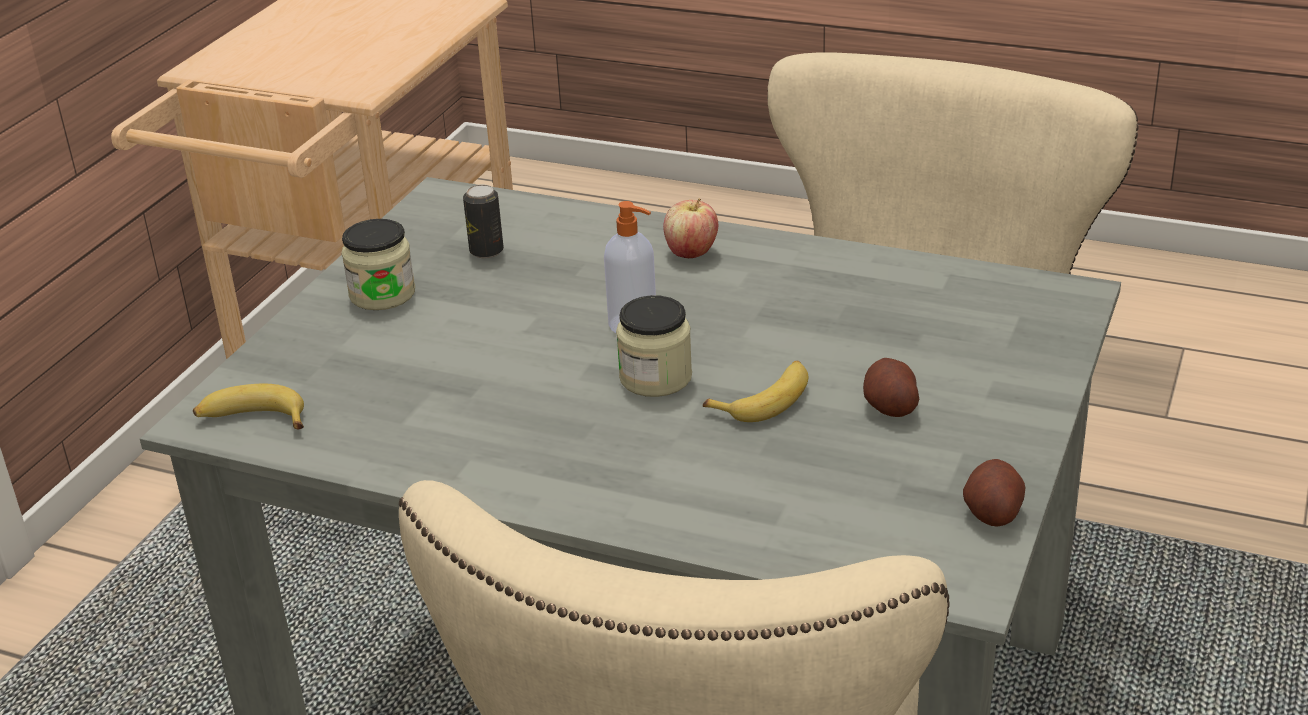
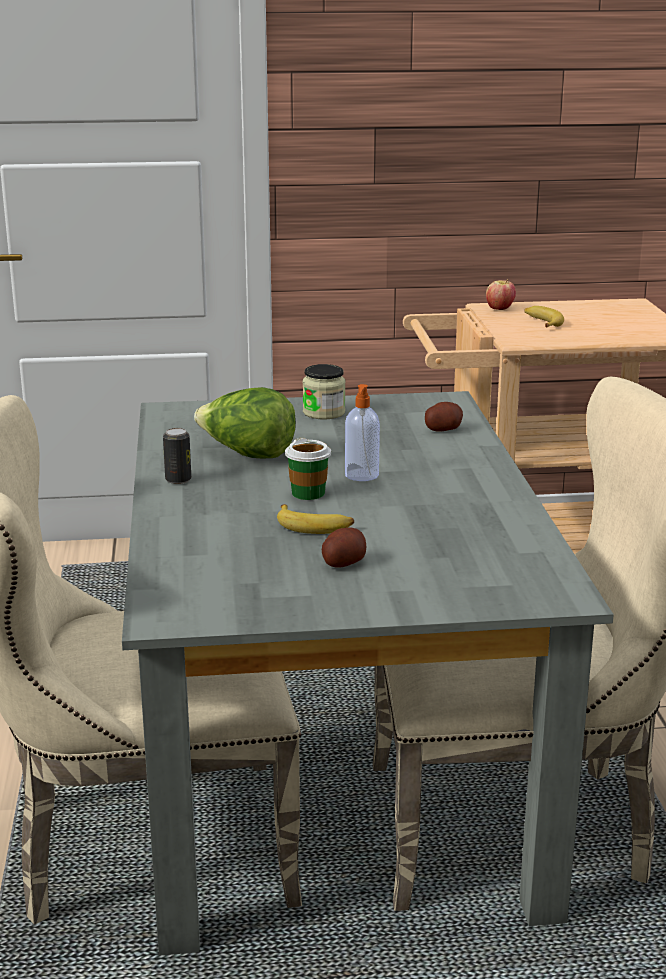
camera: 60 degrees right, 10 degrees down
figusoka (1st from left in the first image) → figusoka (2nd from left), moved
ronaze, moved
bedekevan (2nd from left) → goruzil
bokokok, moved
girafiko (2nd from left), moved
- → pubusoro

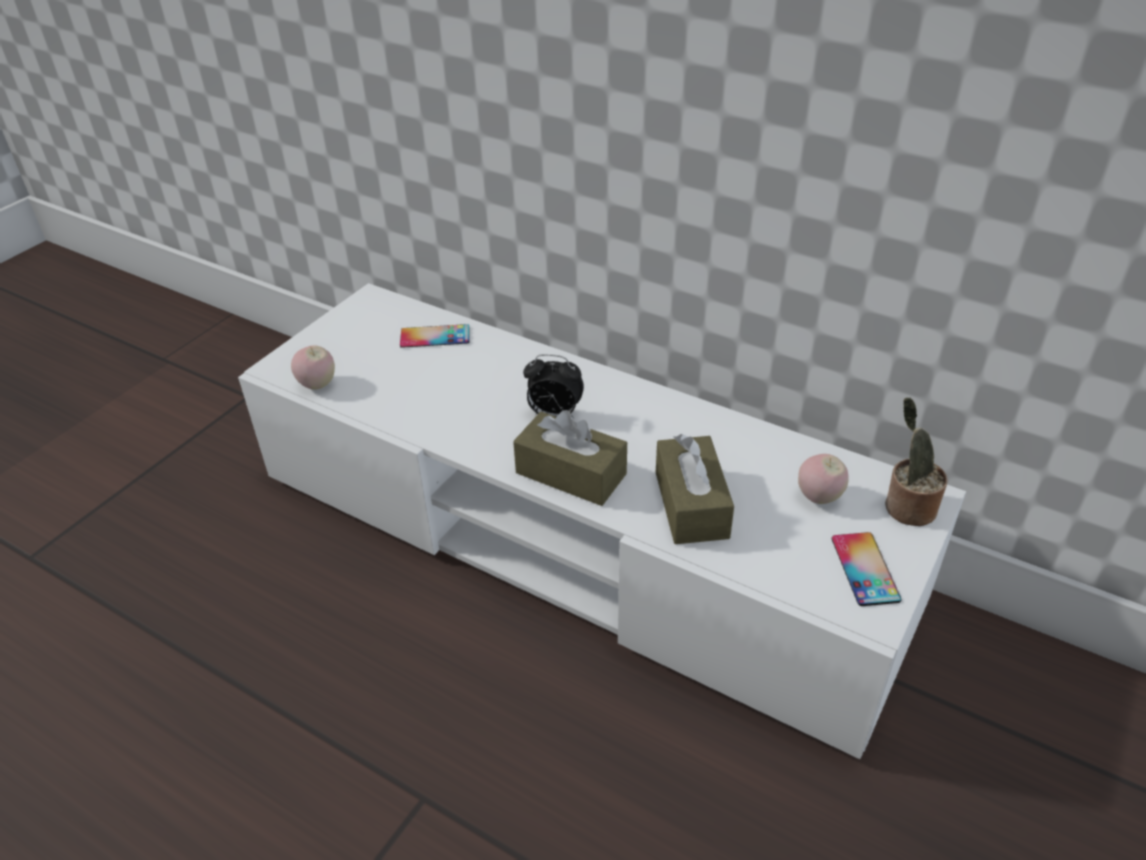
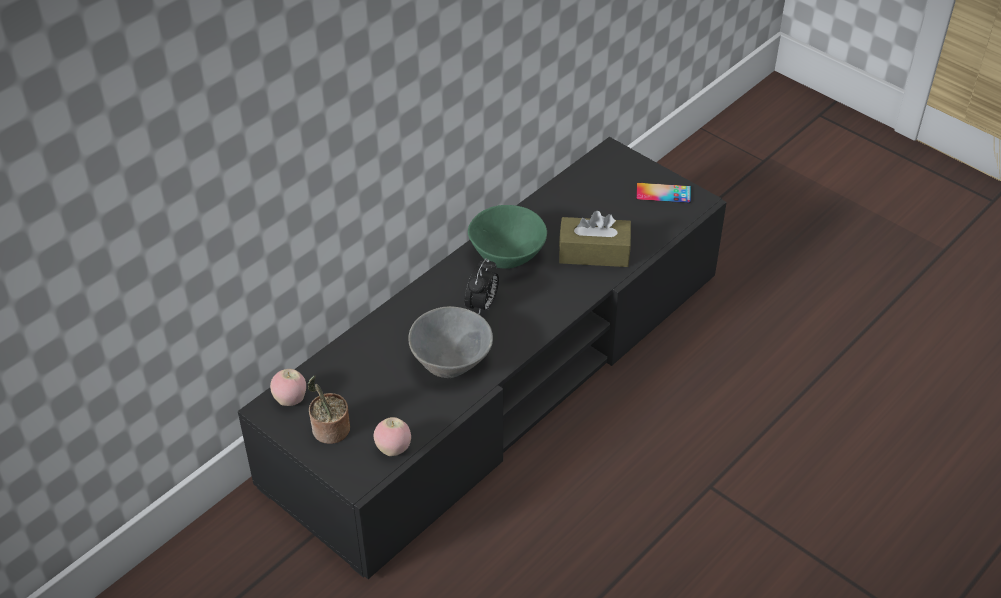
camera: 80 degrees left, 5 degrees up
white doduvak → black doduvak
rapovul (1st from left) → -
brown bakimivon (1st from left) → -
bokokok (2nd from left in the first image) → bokokok (1st from left), moved
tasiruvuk, moved
- → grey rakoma
- → green rakoma

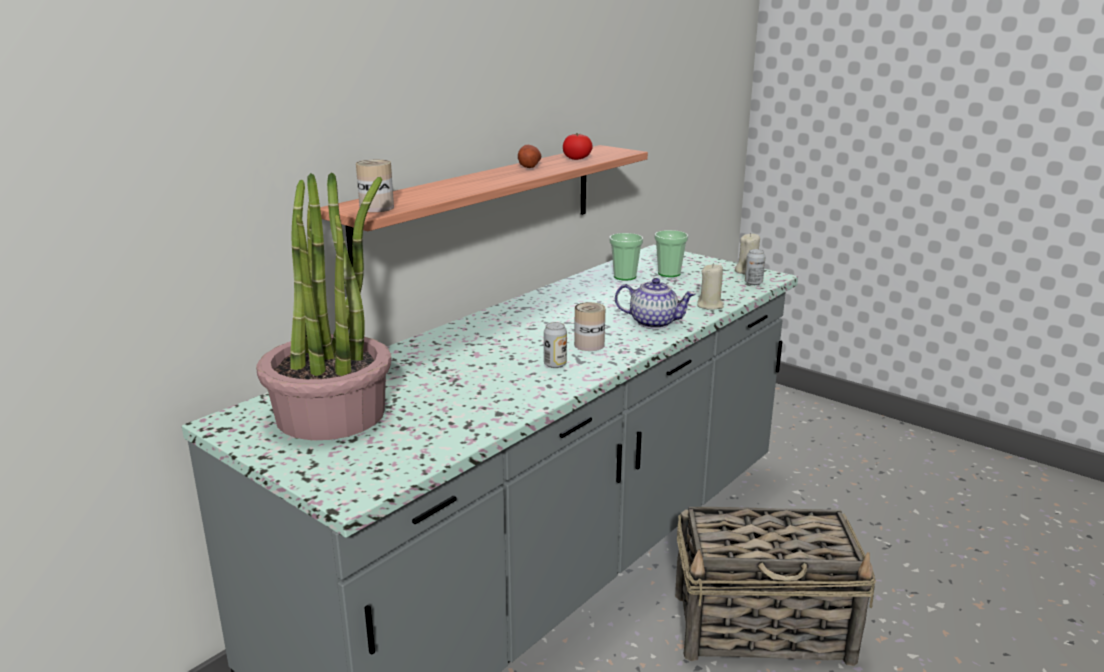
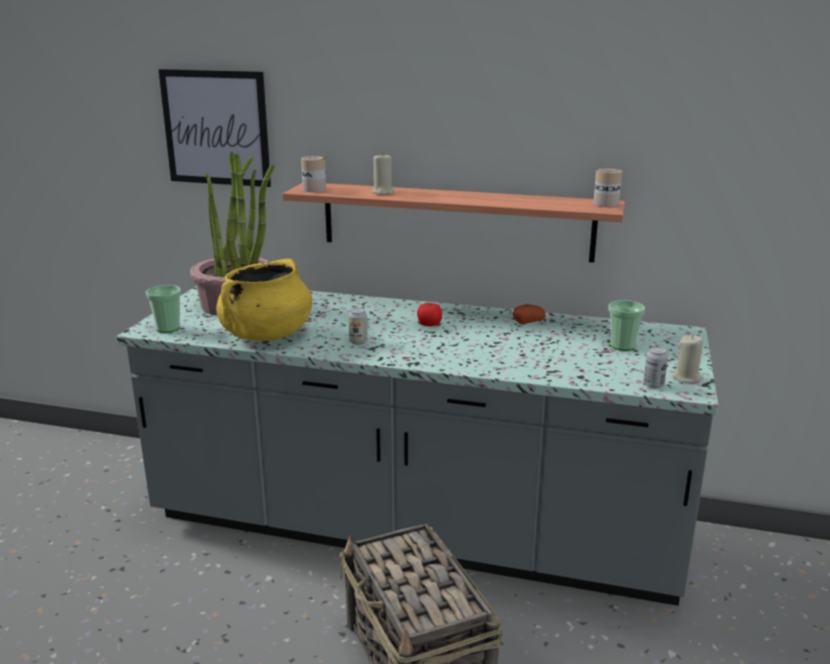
camera: 65 degrees right, 0 degrees up
girafiko, moved
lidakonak, moved
ronaze (3rd from left), moved
goruzil (1st from left), moved
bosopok → -
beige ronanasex (1st from left), moved
- → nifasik
- → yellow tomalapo

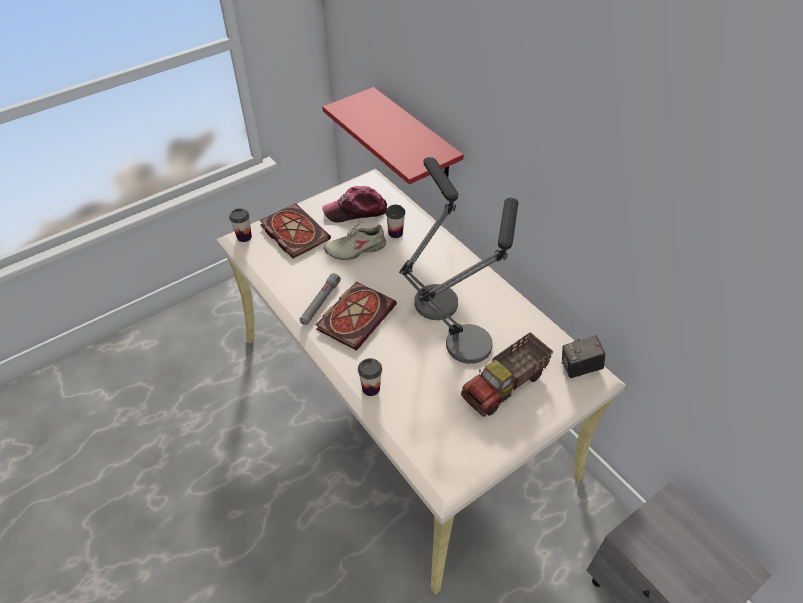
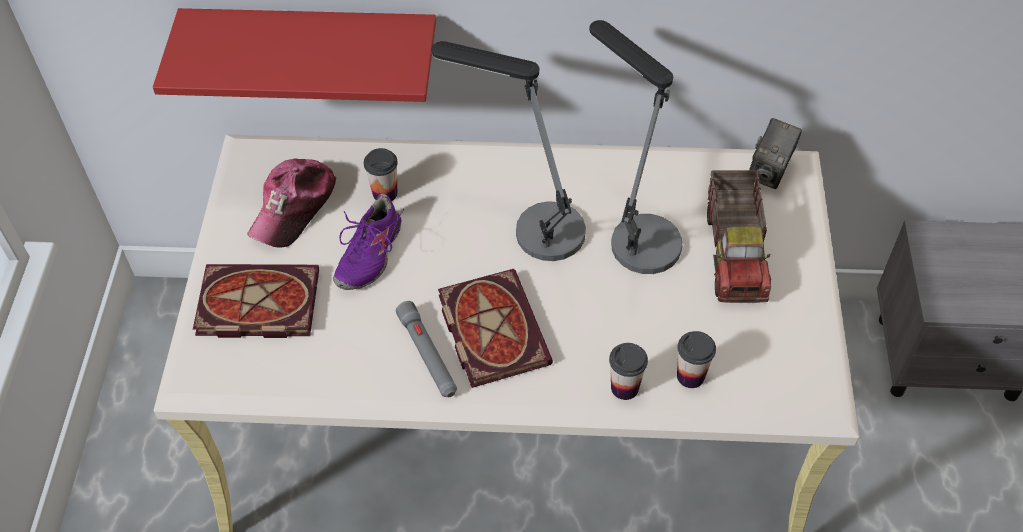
camera: 50 degrees left, 5 degrees up
goruzil (1st from left in the first image) → goruzil (3rd from left), moved
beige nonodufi → purple nonodufi

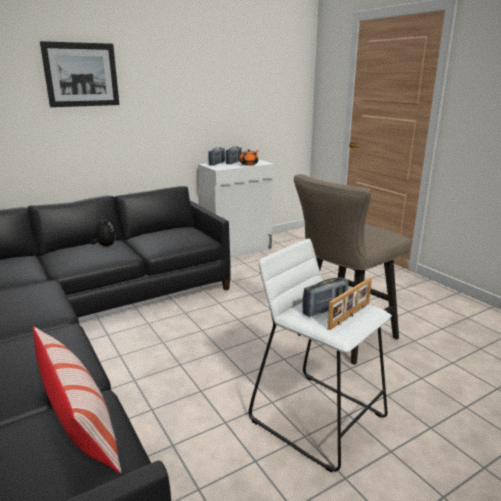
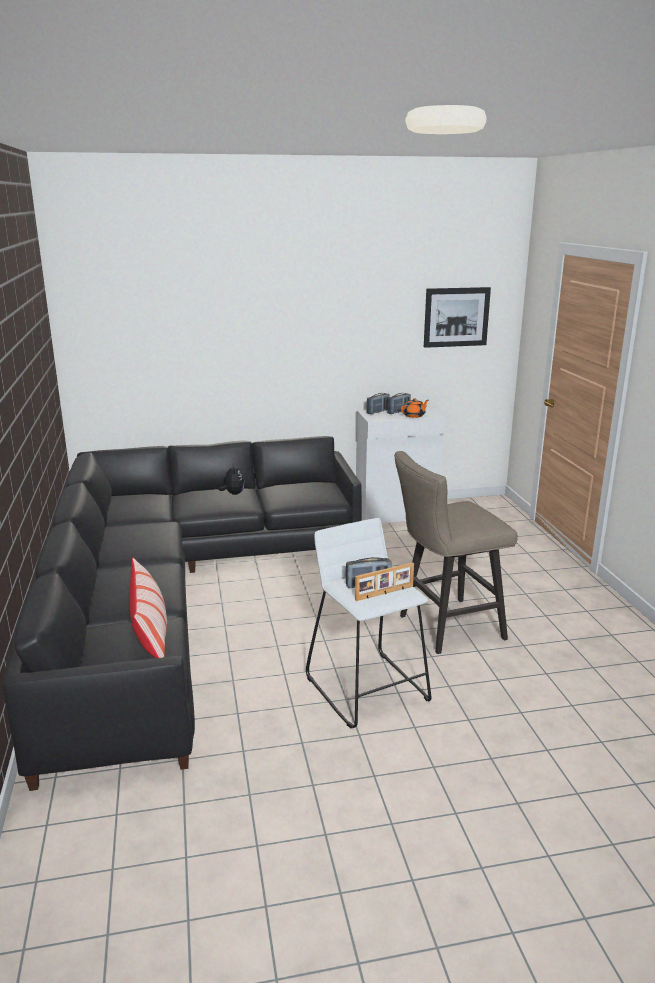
camera: 20 degrees right, 0 degrees up
nifasik, moved

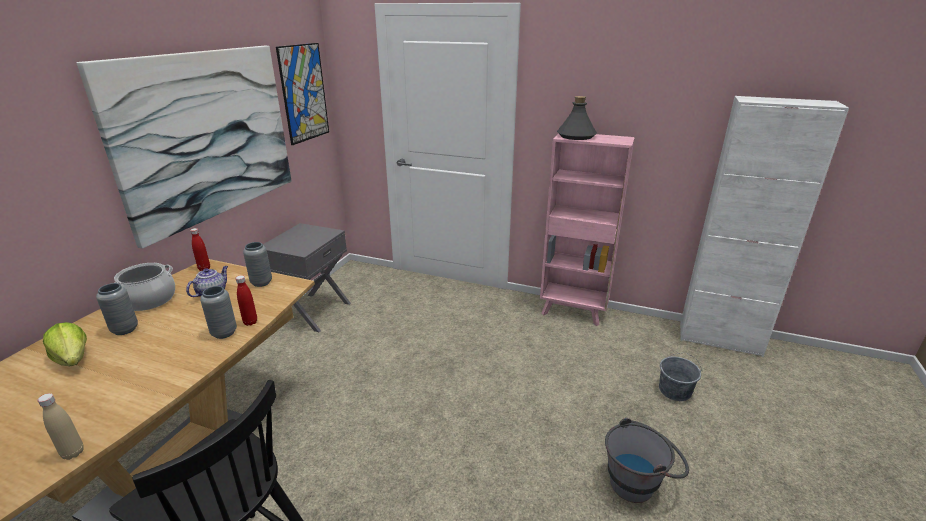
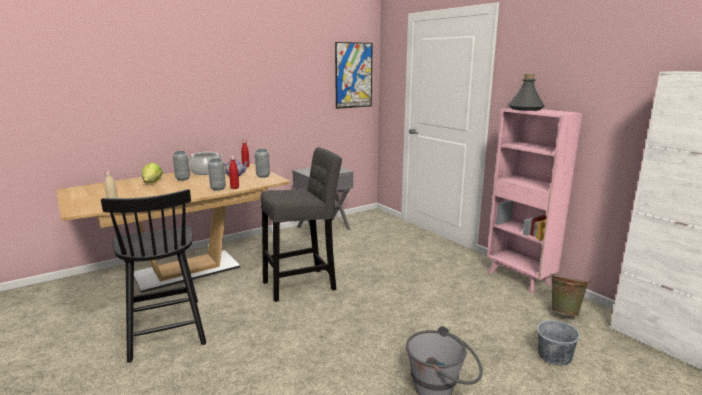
camera: 35 degrees right, 10 degrees down
nifasik (1st from left) → -
- → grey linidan
- → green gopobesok

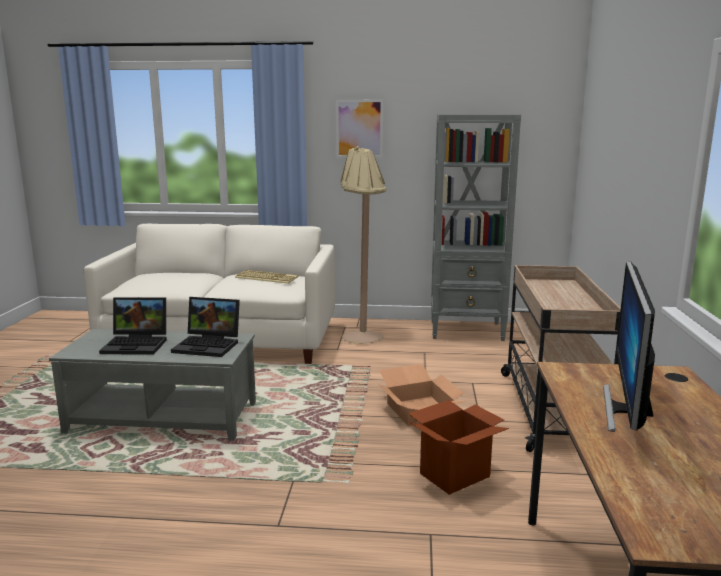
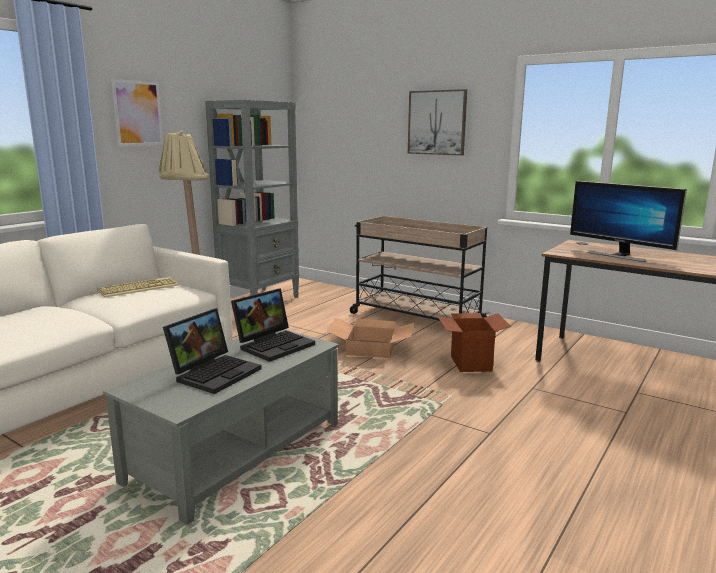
camera: 60 degrees left, 0 degrees up
- → nifasik (2nd from left)

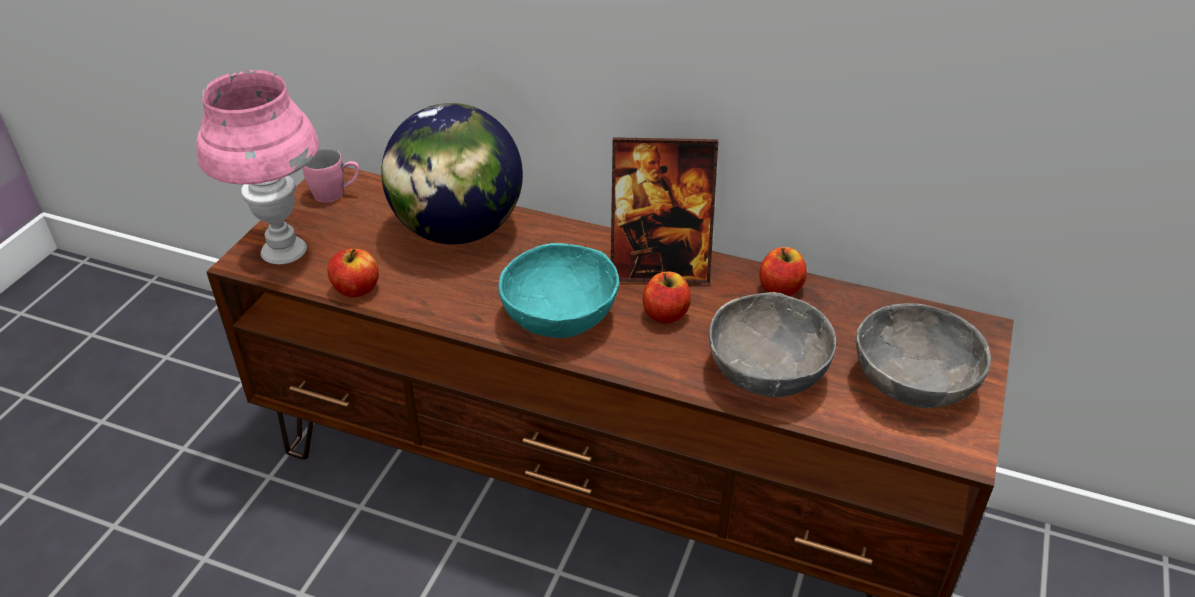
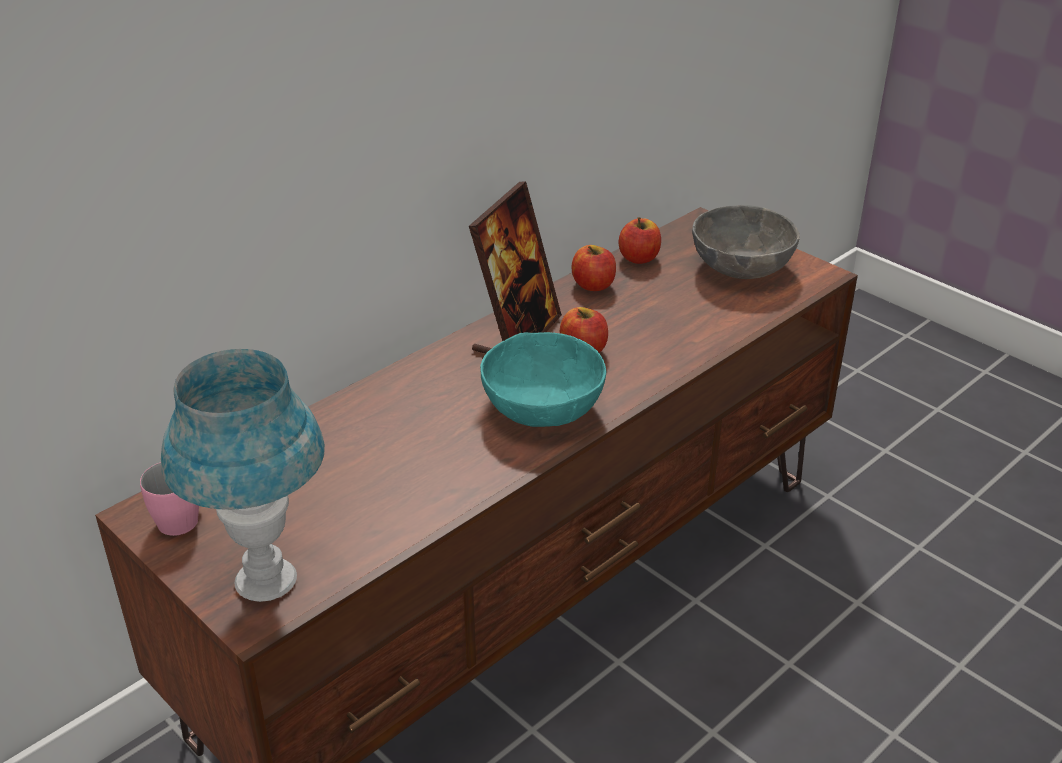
camera: 65 degrees left, 5 degrees down
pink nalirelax → blue nalirelax
bokokok (1st from left in the first image) → bokokok (3rd from left), moved
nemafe → -
grey rakoma (1st from left) → -

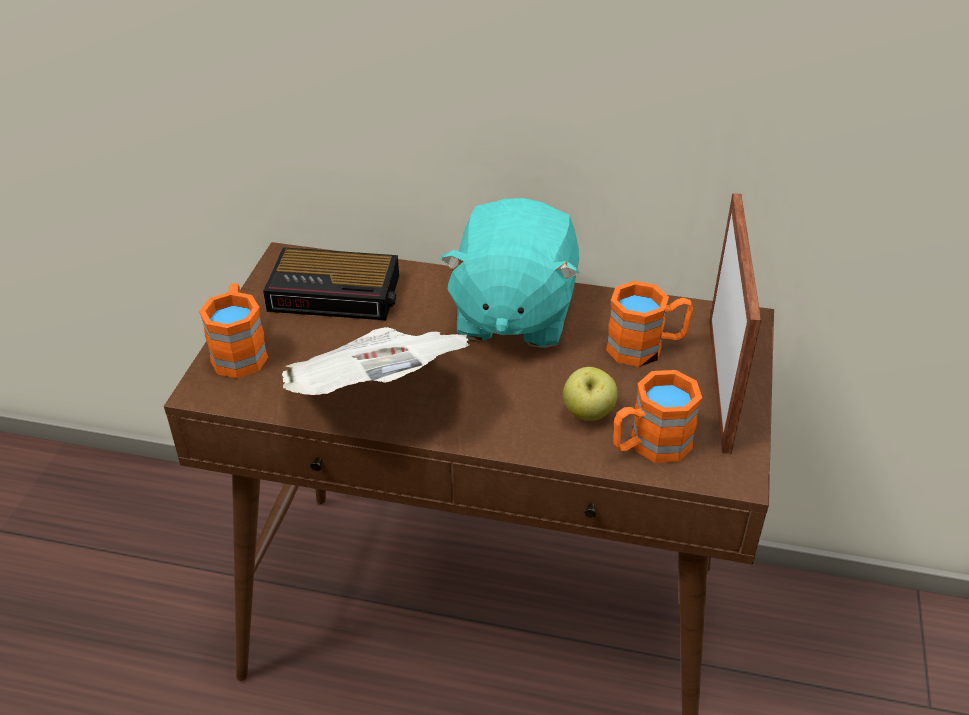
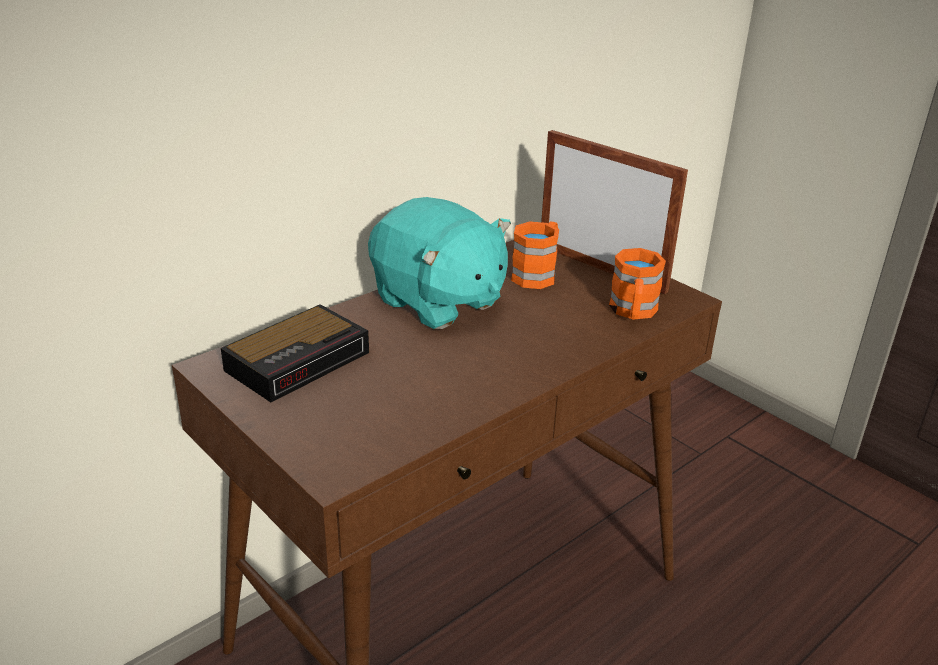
camera: 55 degrees left, 10 degrees down
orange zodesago (1st from left) → -
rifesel → -
bokokok → -

